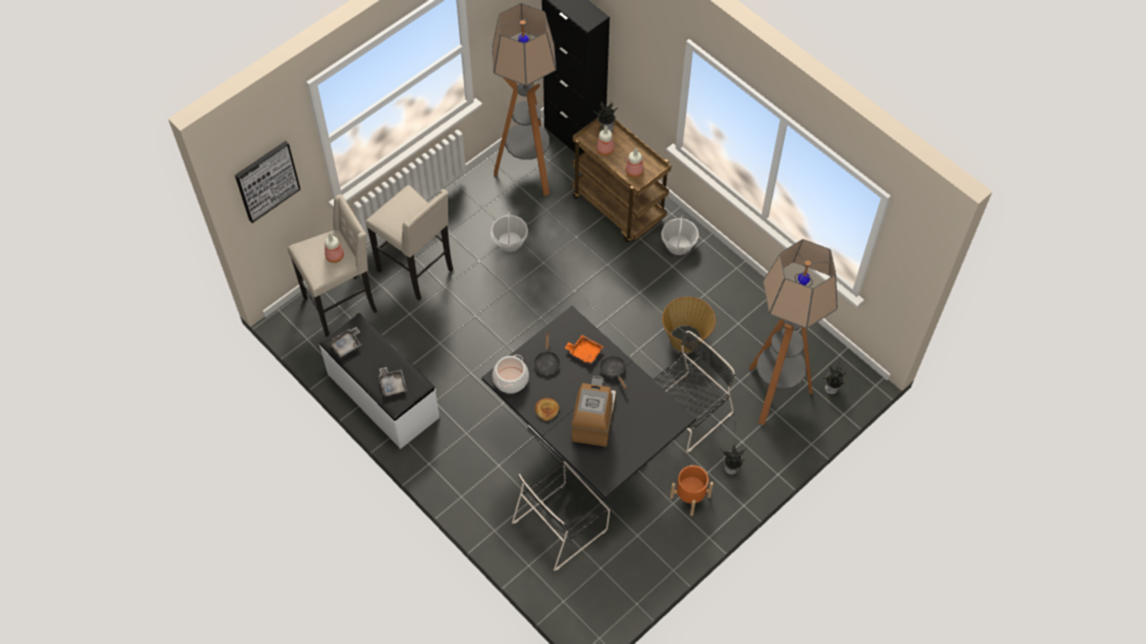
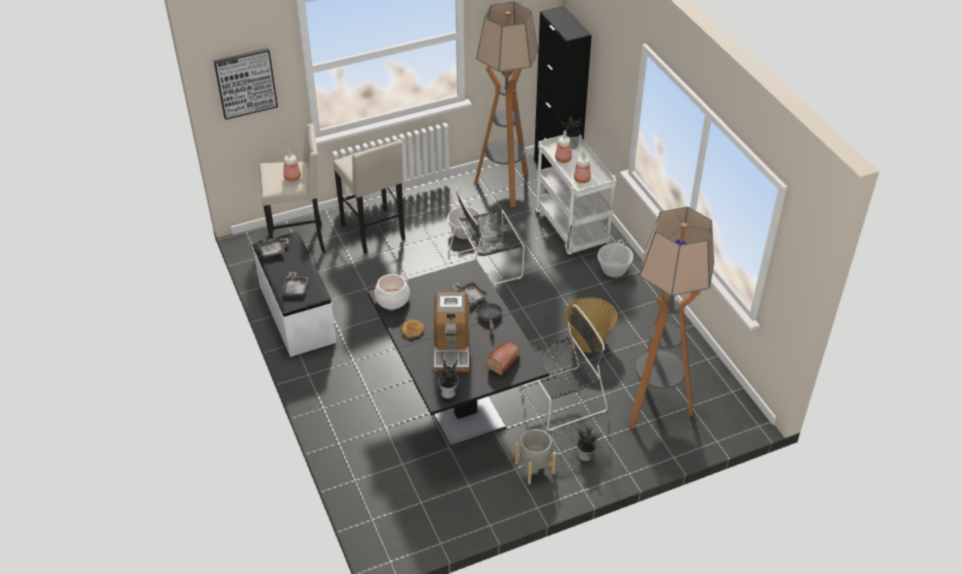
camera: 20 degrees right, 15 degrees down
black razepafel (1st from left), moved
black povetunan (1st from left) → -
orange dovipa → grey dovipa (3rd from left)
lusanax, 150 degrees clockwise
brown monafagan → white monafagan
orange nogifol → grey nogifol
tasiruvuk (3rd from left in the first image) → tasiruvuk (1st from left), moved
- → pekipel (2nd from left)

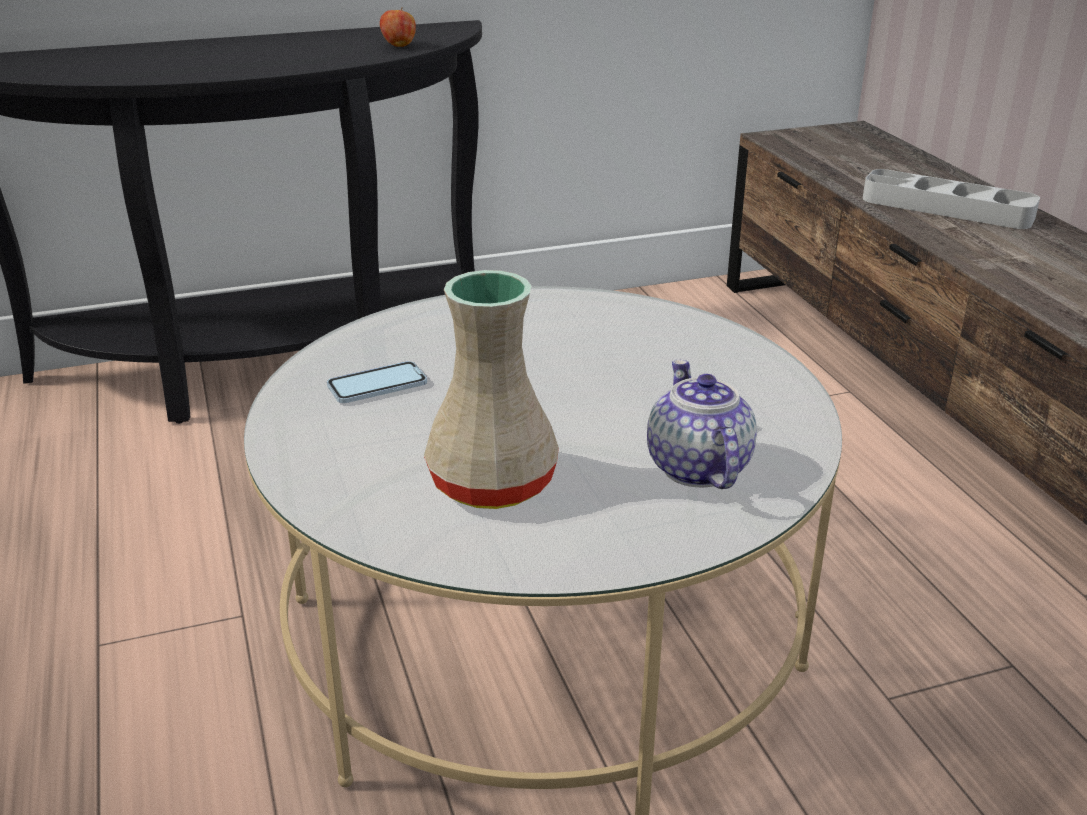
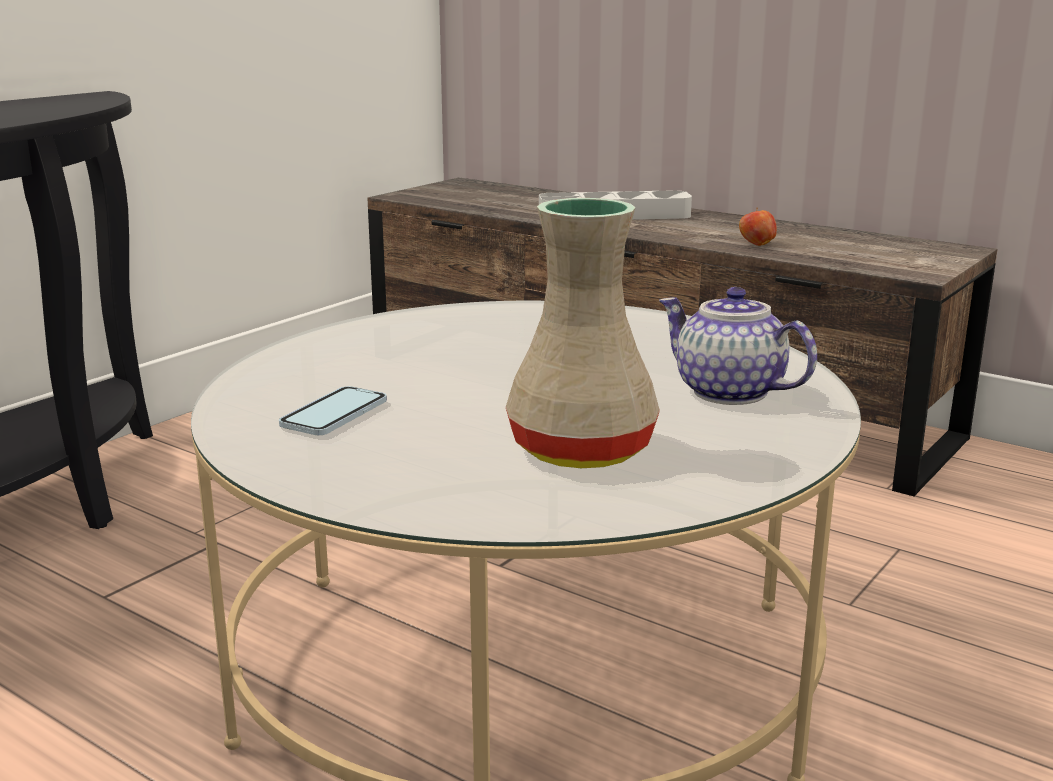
camera: 35 degrees left, 10 degrees down
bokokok, moved

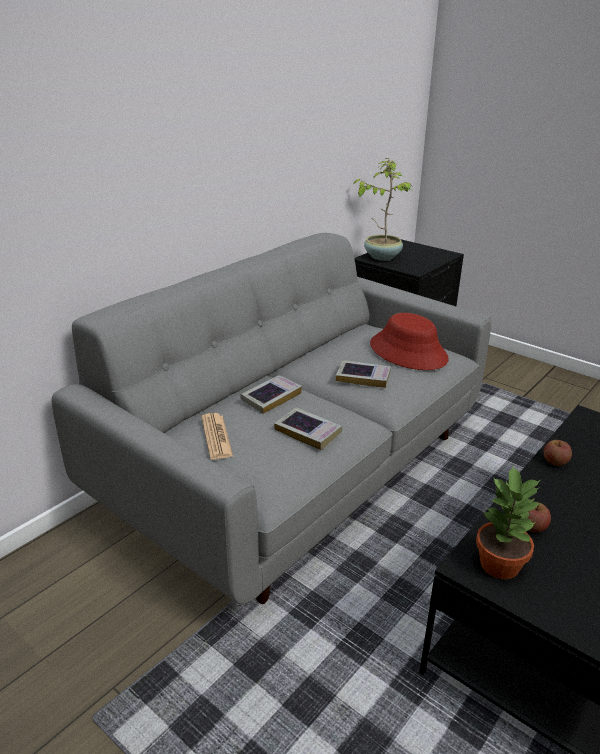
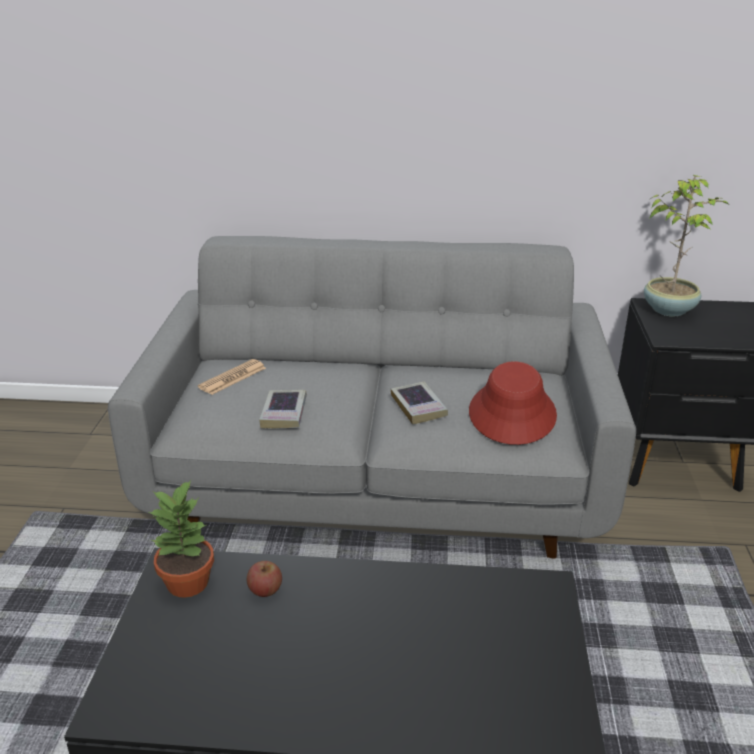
camera: 55 degrees right, 0 degrees up
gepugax (1st from left) → -
bokokok (2nd from left) → -

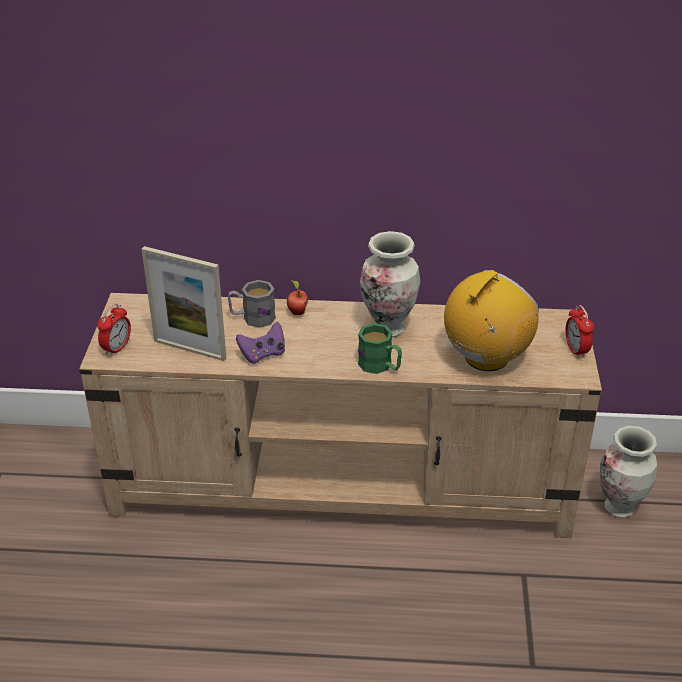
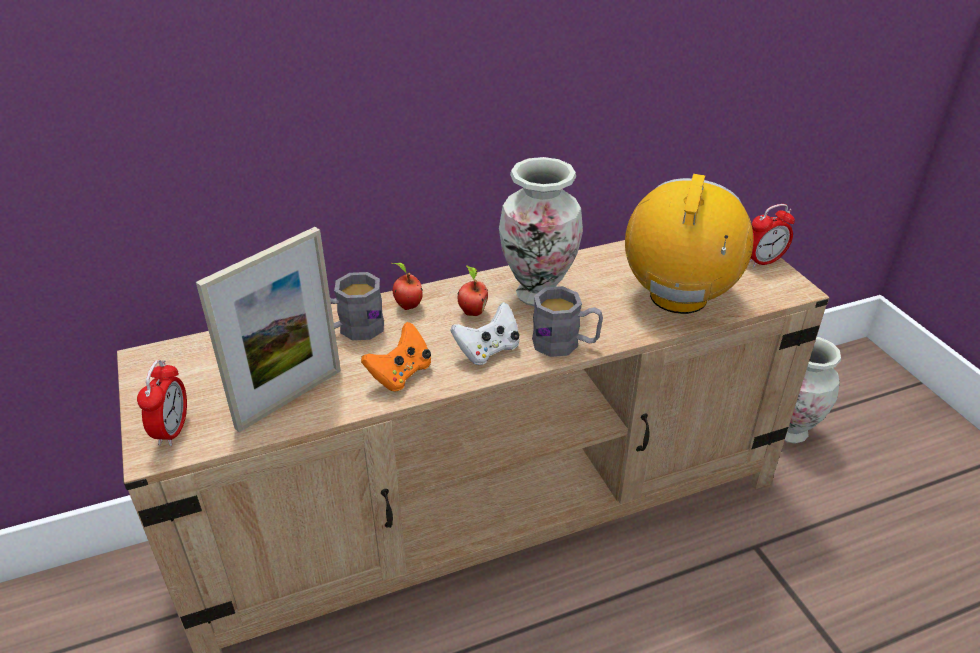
camera: 25 degrees left, 0 degrees up
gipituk, 45 degrees counterclockwise
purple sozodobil → orange sozodobil
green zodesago → grey zodesago (2nd from left)
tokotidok (2nd from left), 75 degrees counterclockwise
- → white sozodobil
- → bokokok (2nd from left)

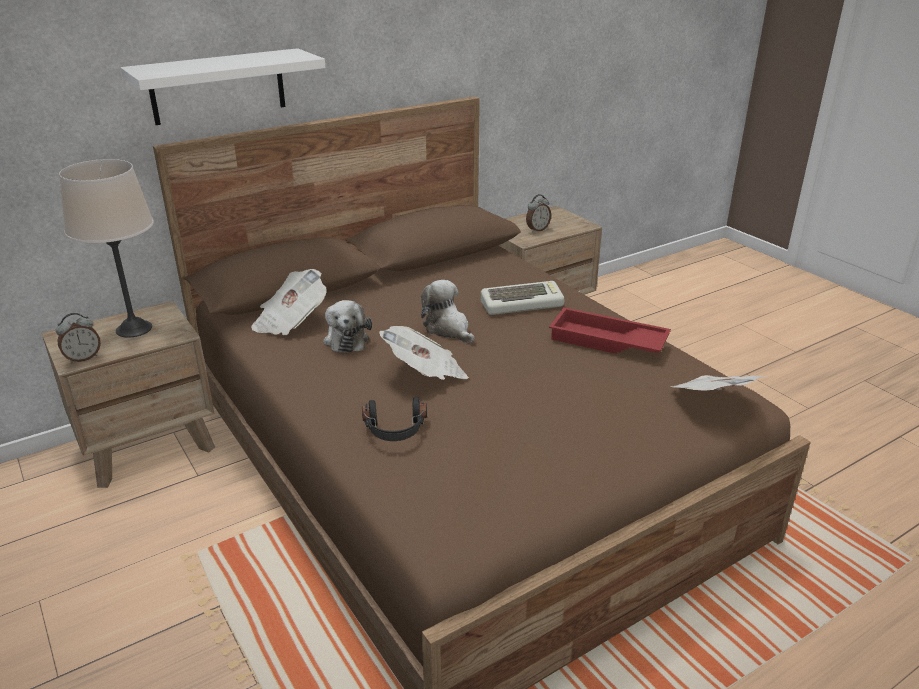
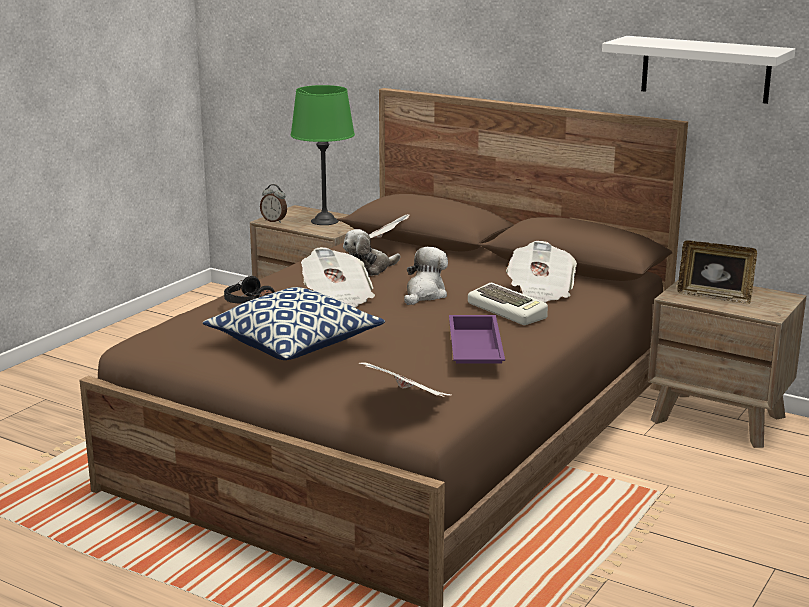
camera: 65 degrees right, 10 degrees down
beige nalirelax → green nalirelax
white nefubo, moved
tokotidok (2nd from left) → gipituk
red dovipa → purple dovipa
- → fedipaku
- → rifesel (4th from left)

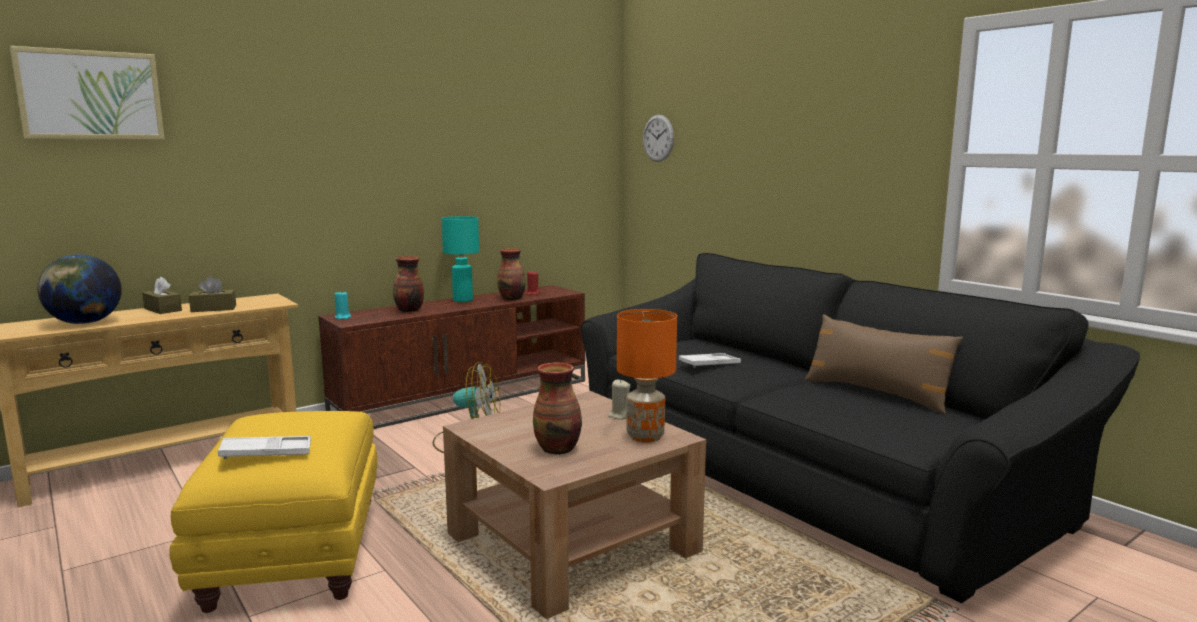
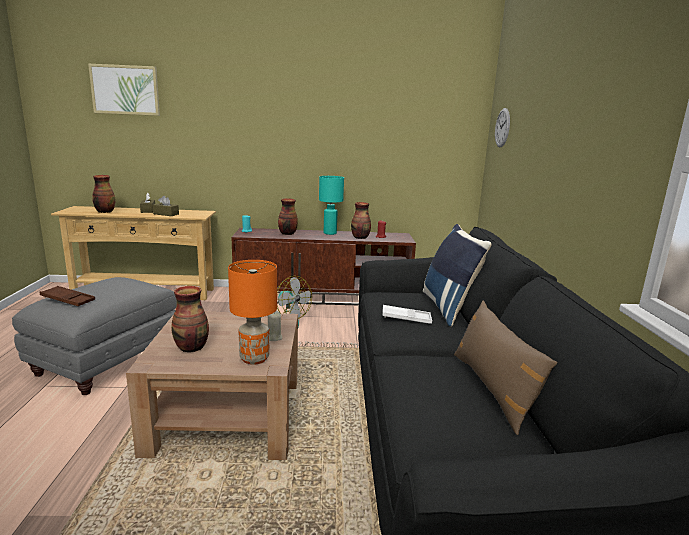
camera: 35 degrees right, 5 degrees up
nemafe → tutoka (1st from left)
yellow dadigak → grey dadigak
white dovipa (1st from left) → brown dovipa
- → blue fedipaku

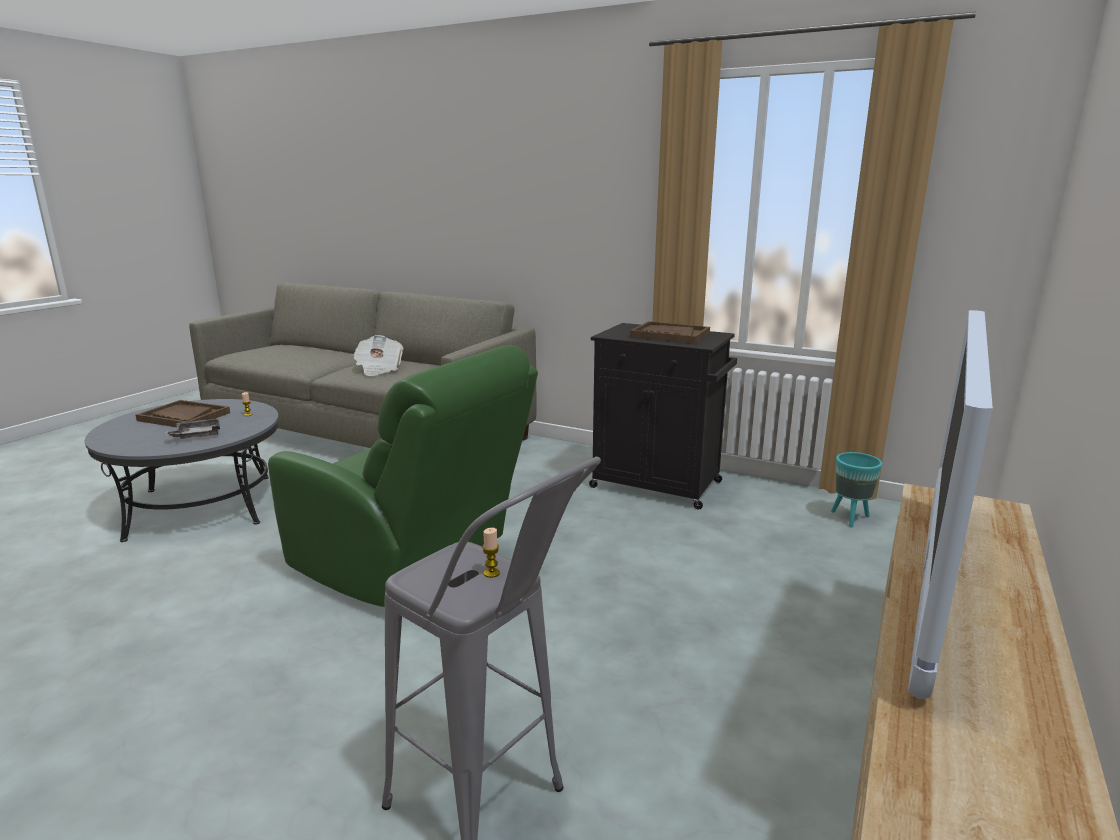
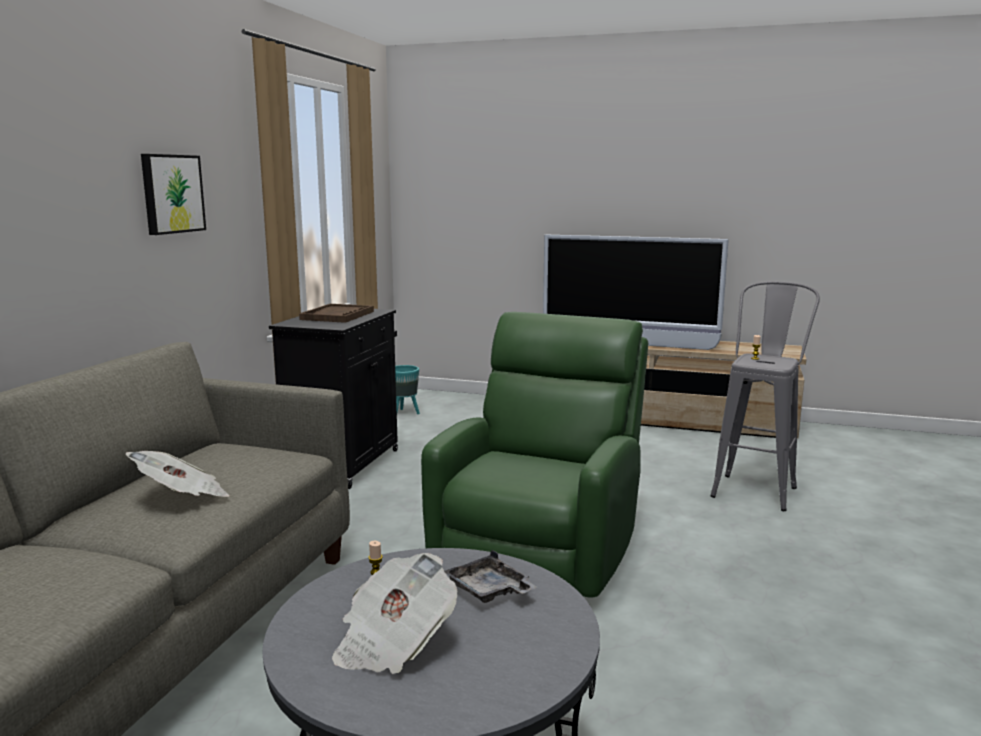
camera: 100 degrees left, 5 degrees down
brown dovipa (1st from left) → rifesel (2nd from left)
- → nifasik

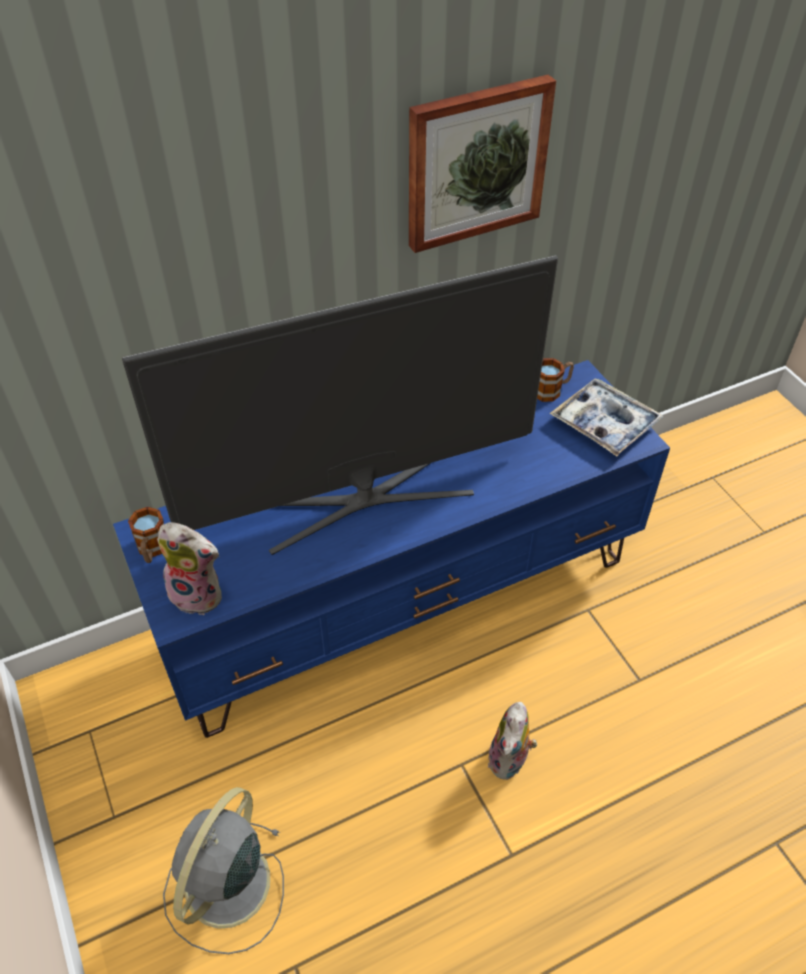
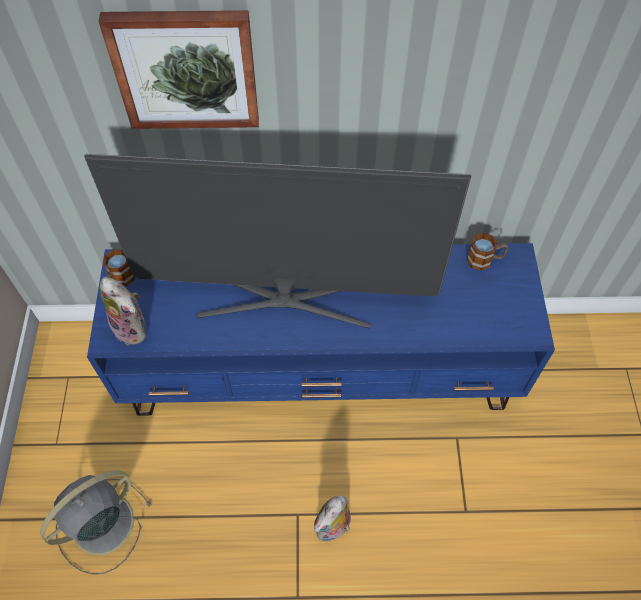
camera: 25 degrees right, 10 degrees up
nifasik, moved
dovipa → -

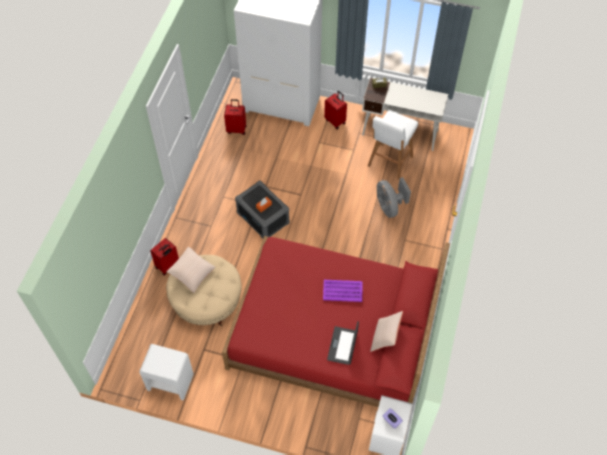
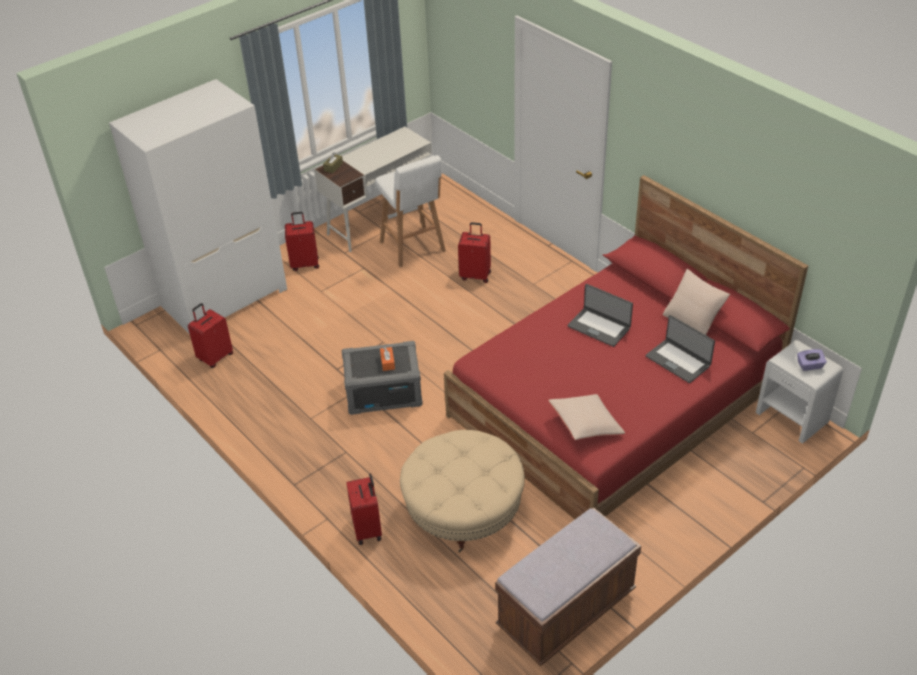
camera: 55 degrees left, 15 degrees down
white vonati (1st from left) → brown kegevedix
beige fedipaku (1st from left), moved
purple dovipa → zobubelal (1st from left)
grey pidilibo → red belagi (4th from left)

